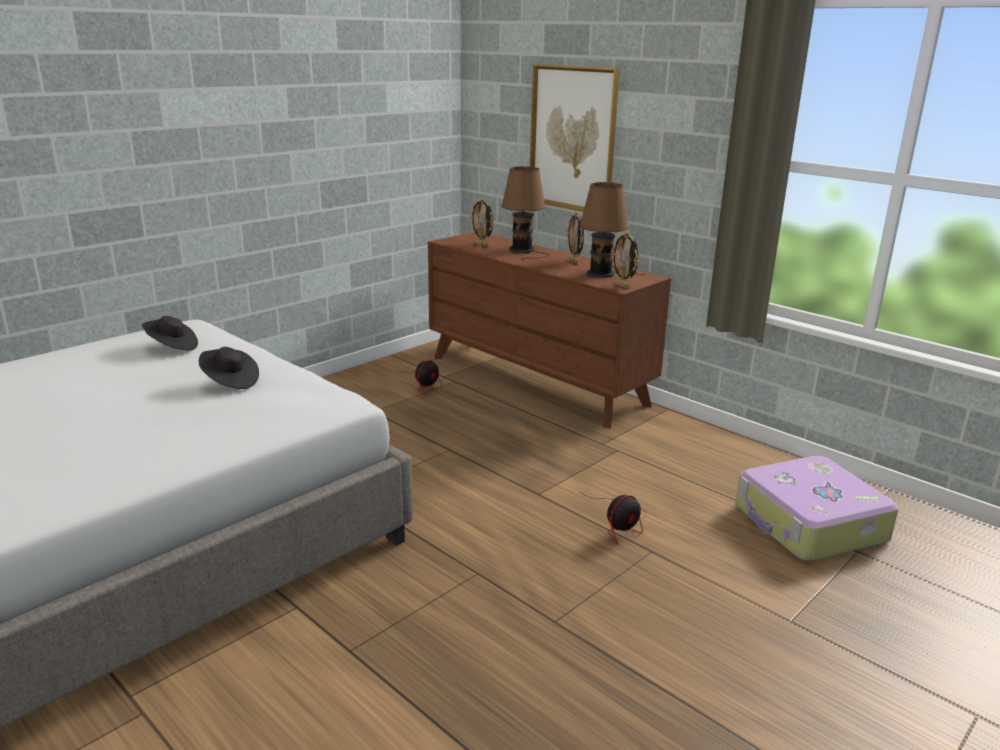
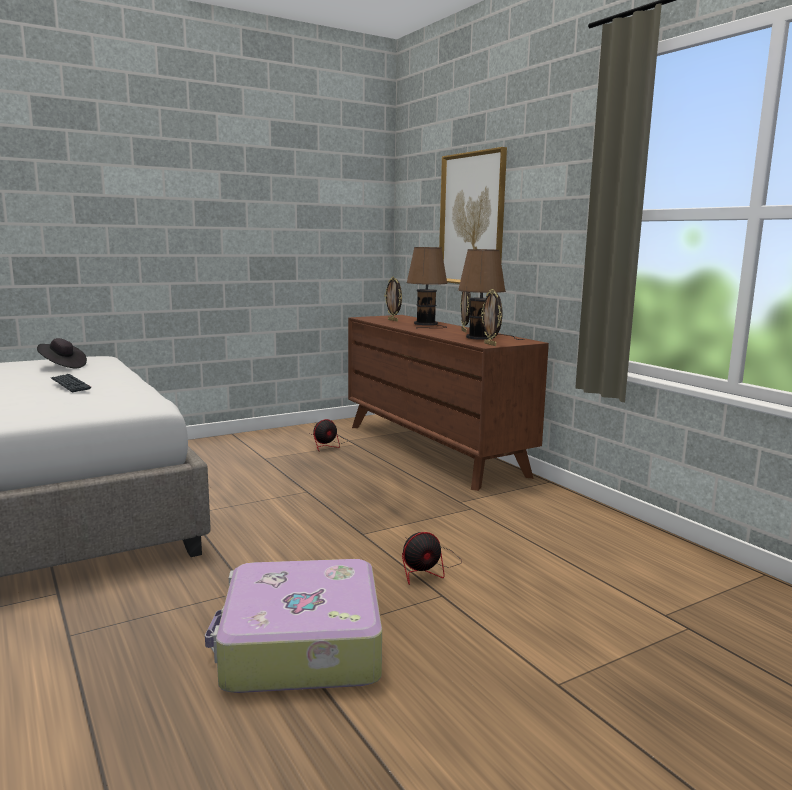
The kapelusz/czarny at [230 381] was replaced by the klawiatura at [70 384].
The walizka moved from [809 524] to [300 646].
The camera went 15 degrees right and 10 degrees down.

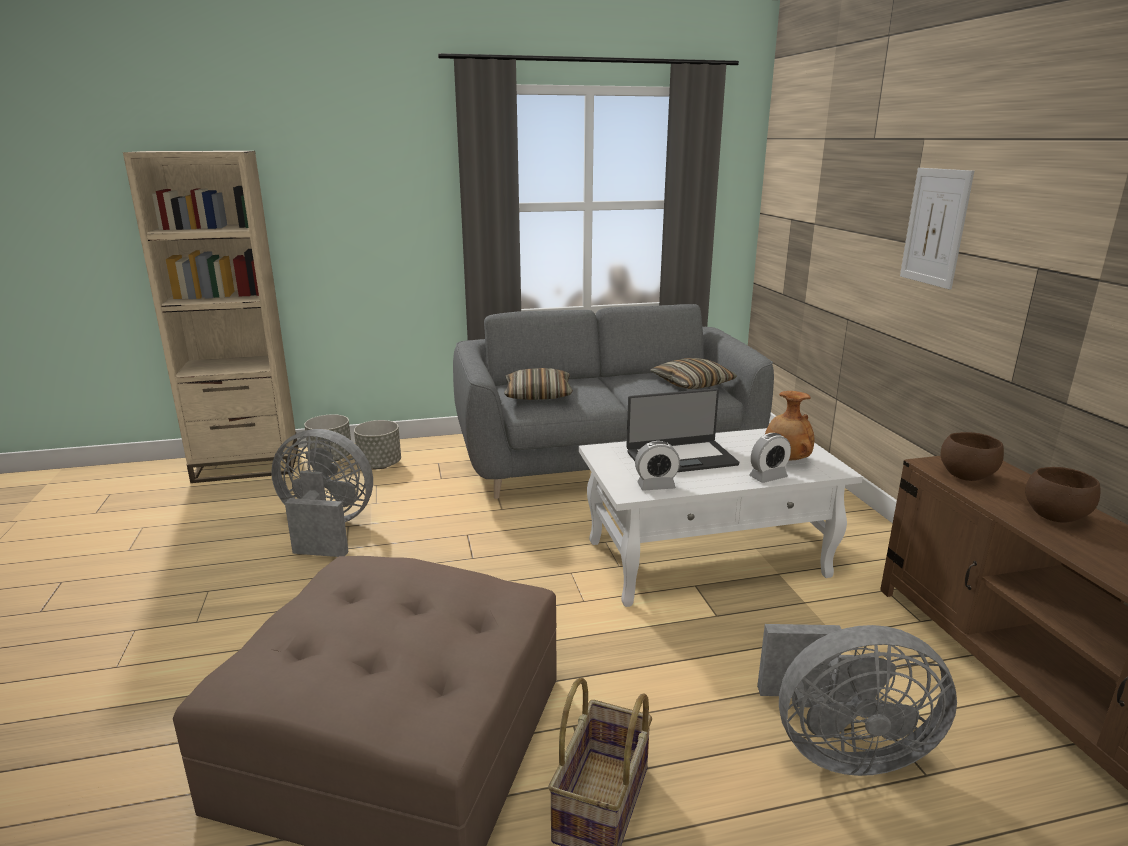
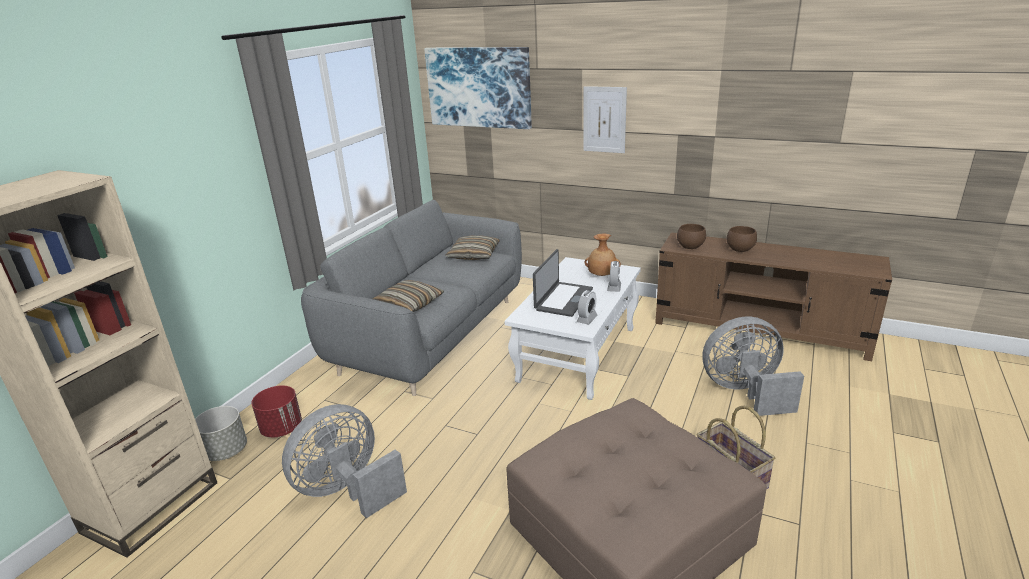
The donica/szary at [380 465] became the donica/czerwony at [282 429].
The wentylator/szary at [840 749] turned 135 degrees counterclockwise.
The obraz at [478 87] appeared.
The camera went 50 degrees left and 5 degrees up.

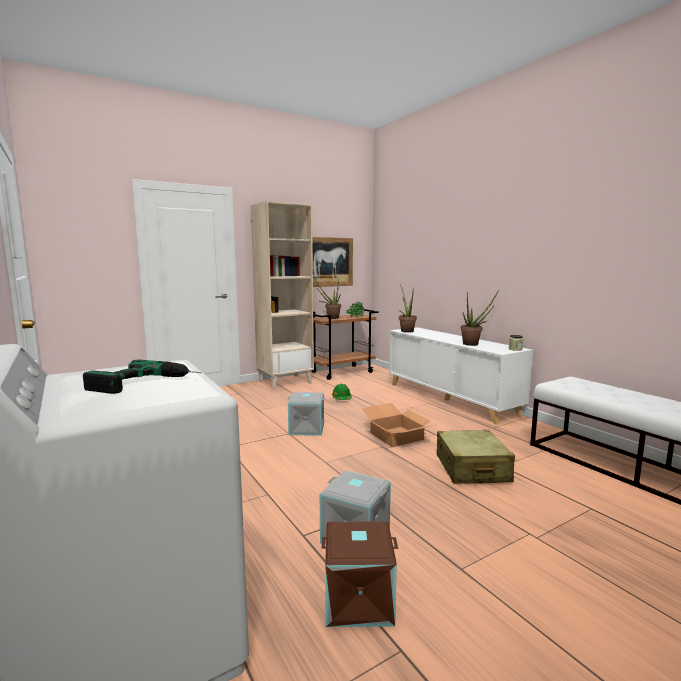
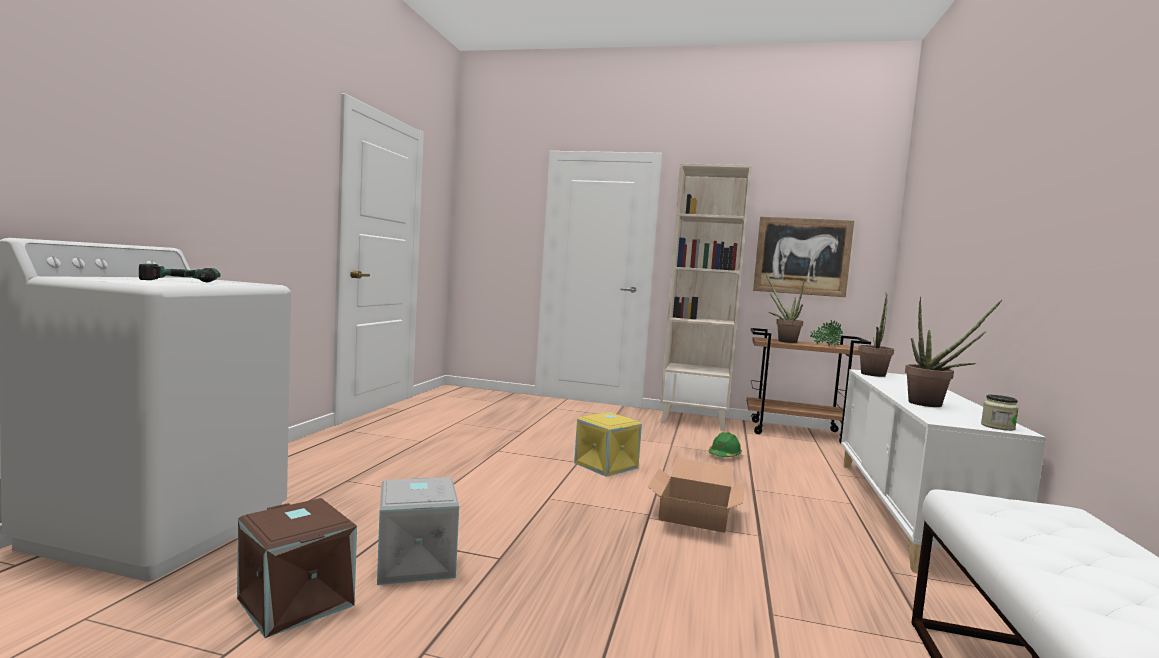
The pojemnik do przechowywania/szary at [307 428] became the pojemnik do przechowywania/żółty at [607 465].
The walizka/beżowy at [471 468] disappeared.
The camera went 45 degrees right and 5 degrees down.

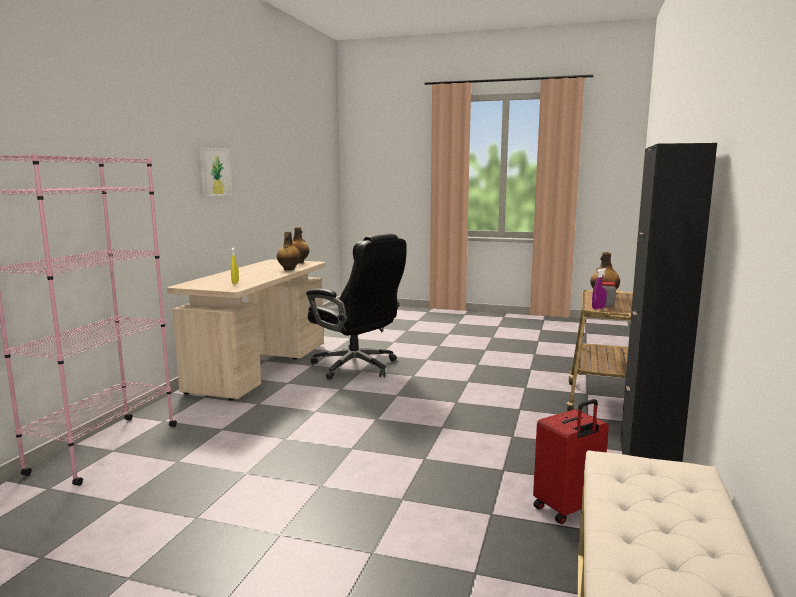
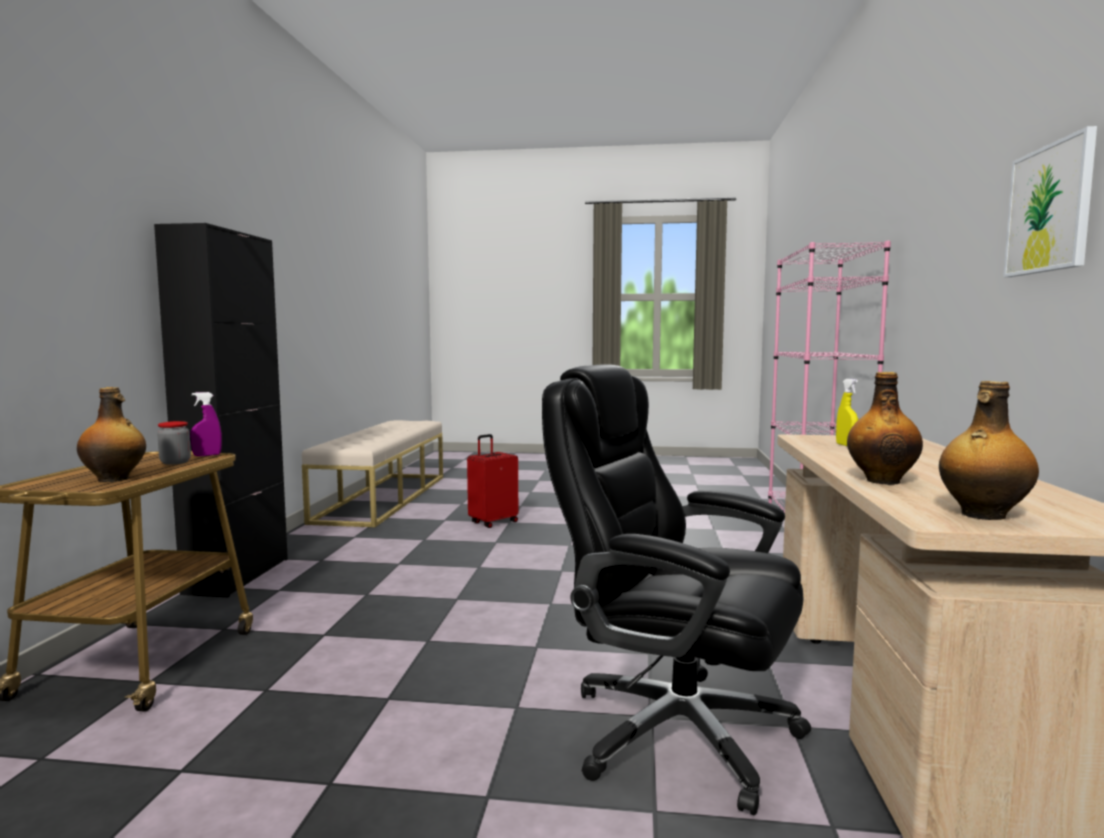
The walizka/czerwony moved from [567 509] to [493 522].
The camera went 170 degrees right and 5 degrees down.

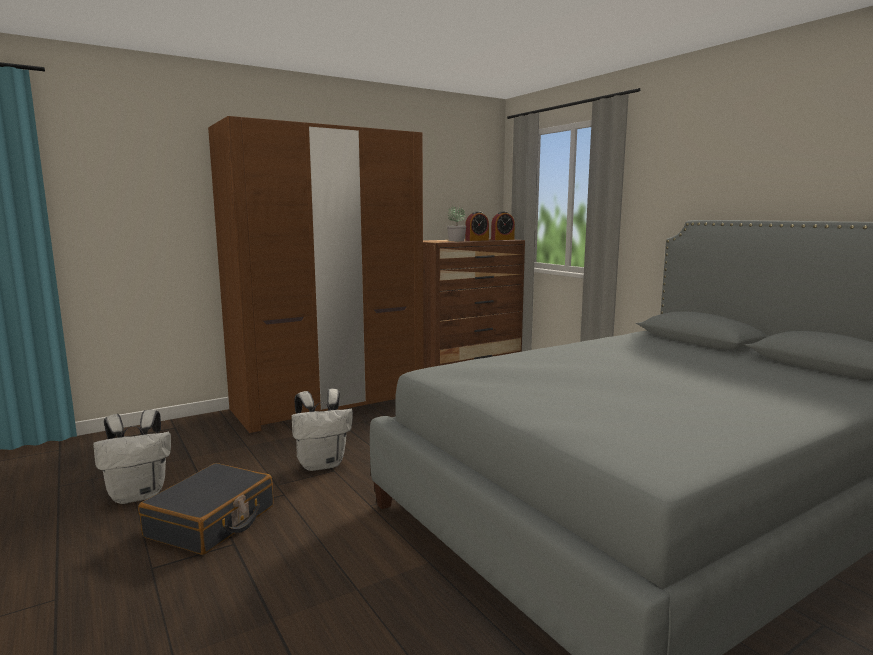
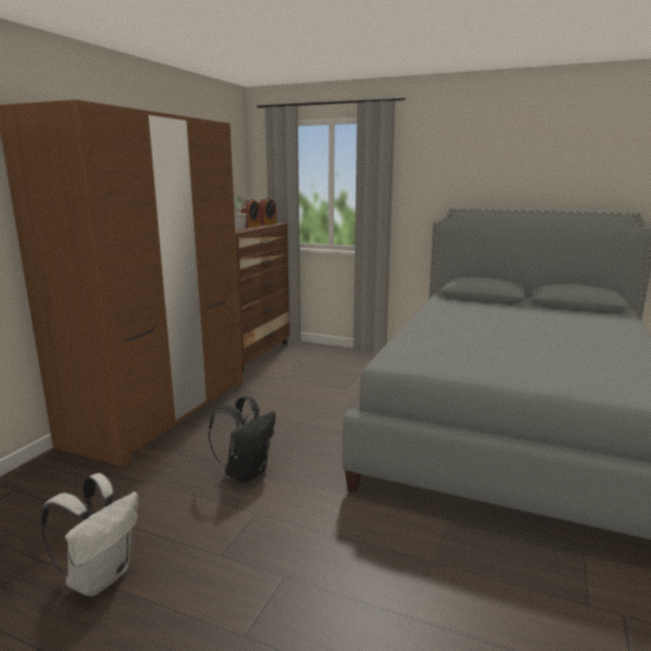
The plecak/biały at [322 464] became the plecak/czarny at [246 472].
The walizka/czarny at [212 522] disappeared.
The camera went 35 degrees left and 5 degrees up.

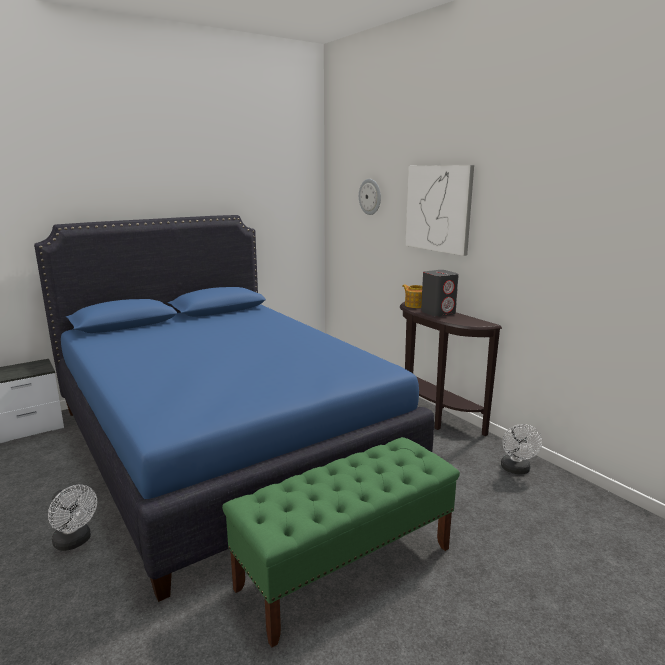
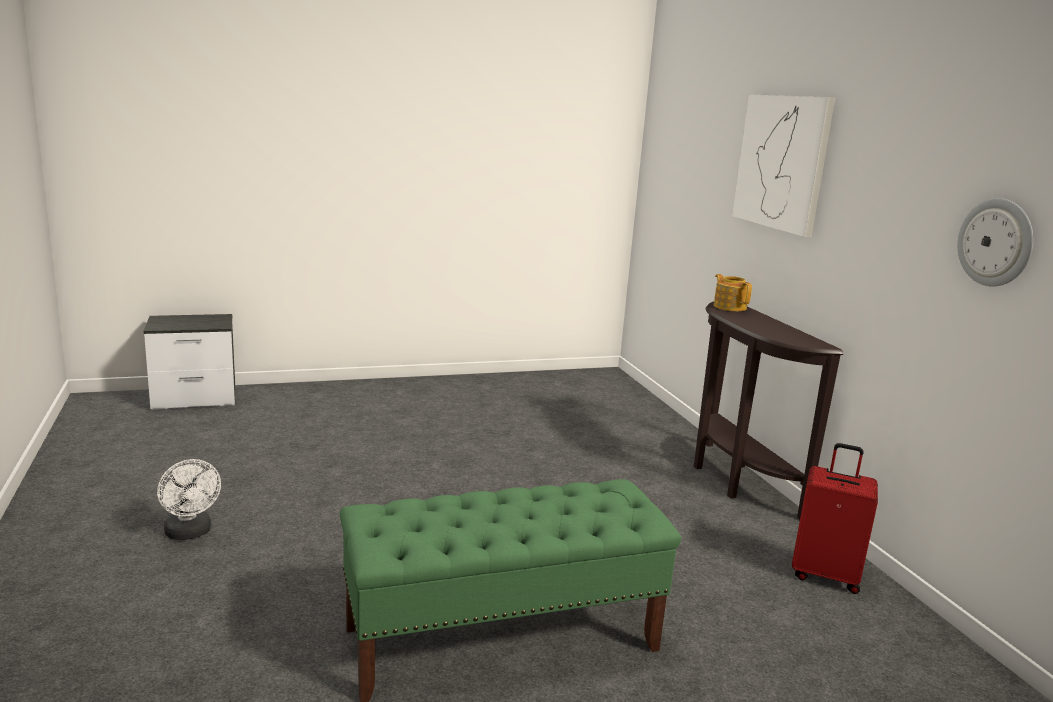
The zegar ścienny moved from [370 196] to [996 242].
The łóżko/niebieski at [223 443] disappeared.
The głośnik/szary at [438 313] disappeared.
The wentylator/biały at [516 470] was replaced by the walizka/czerwony at [825 575].
The camera went 15 degrees right and 0 degrees up.

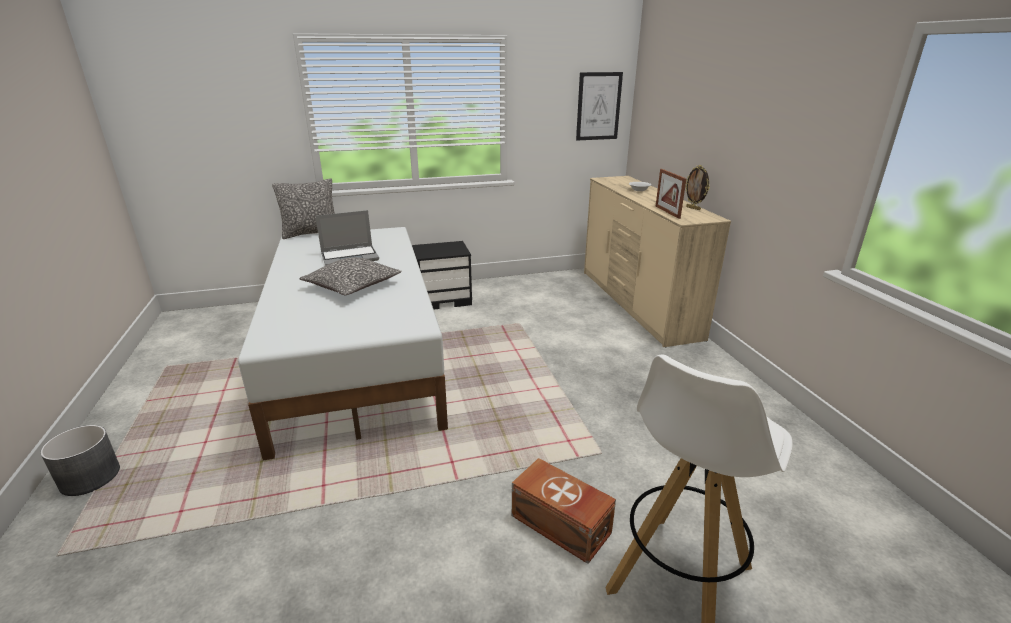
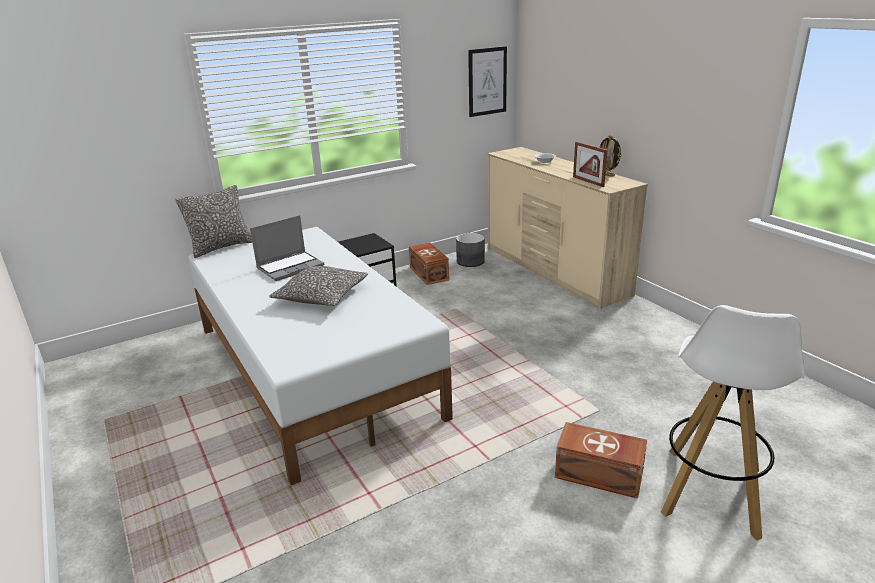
The donica/szary moved from [91 477] to [470 261].
The pojemnik do przechowywania/brązowy at [429 273] appeared.
The camera went 15 degrees left and 0 degrees up.

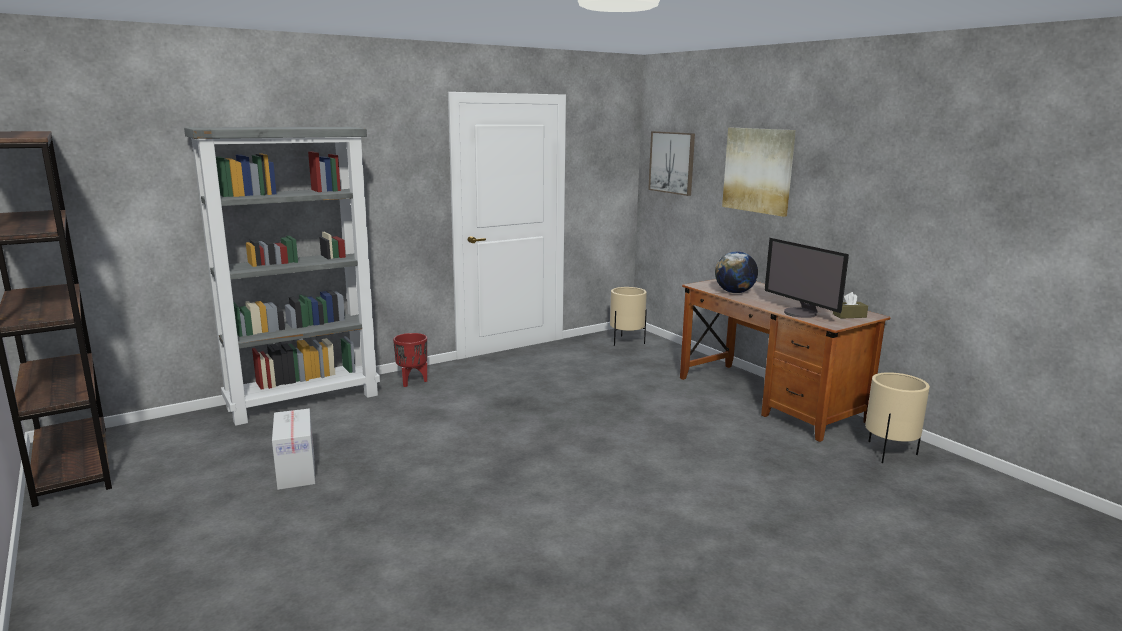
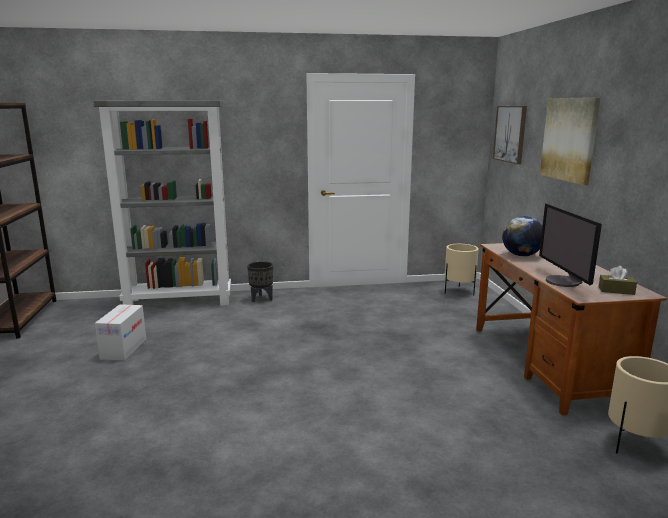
The donica/czerwony at [412 381] became the donica/czarny at [261 299].
The camera went 25 degrees right and 0 degrees up.

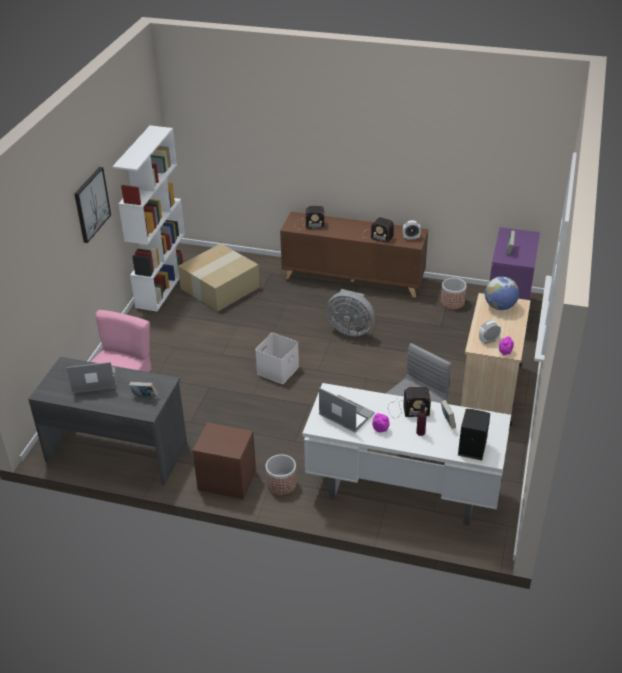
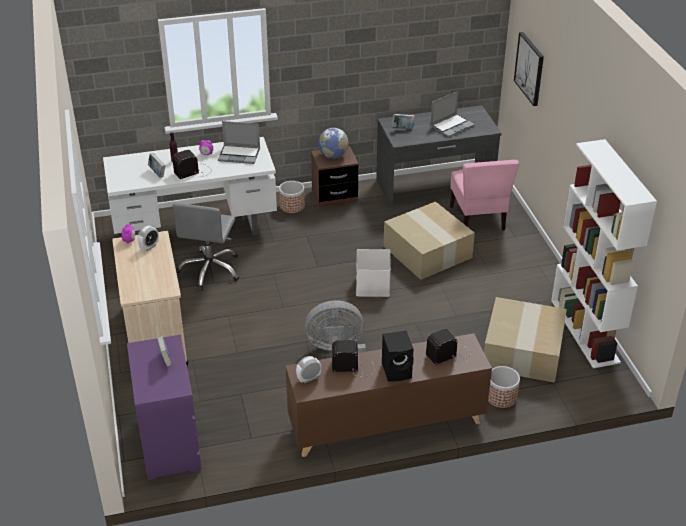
The obraz moved from [91 204] to [530 68].
The globus moved from [500 307] to [333 156].
The donica moved from [452 302] to [501 397].
The głośnik/czarny moved from [471 448] to [397 371].
The karton at [429 252] appeared.
The camera went 150 degrees right and 0 degrees up.

